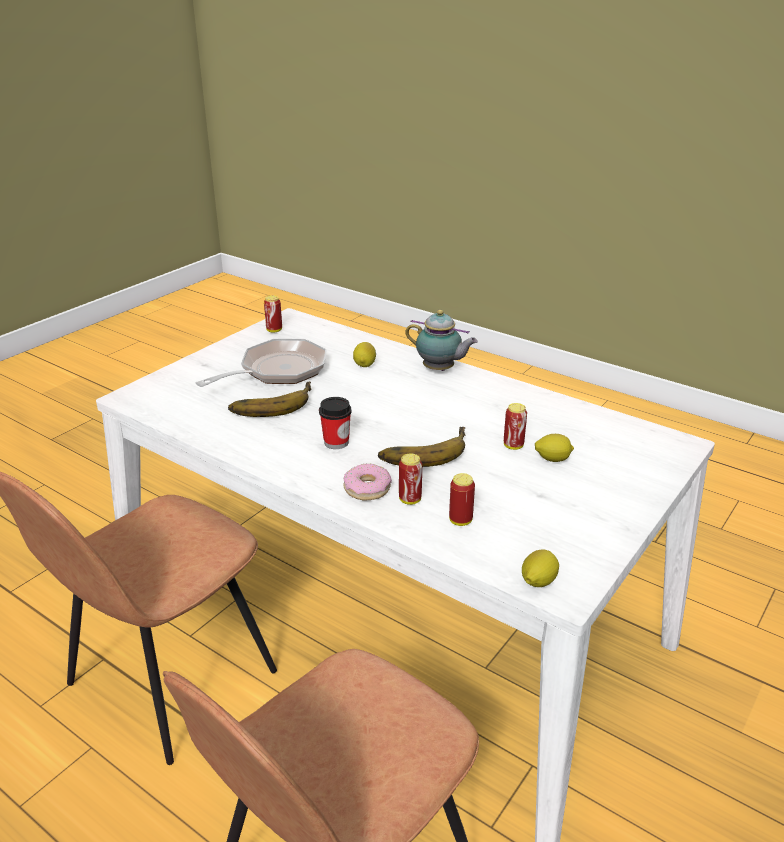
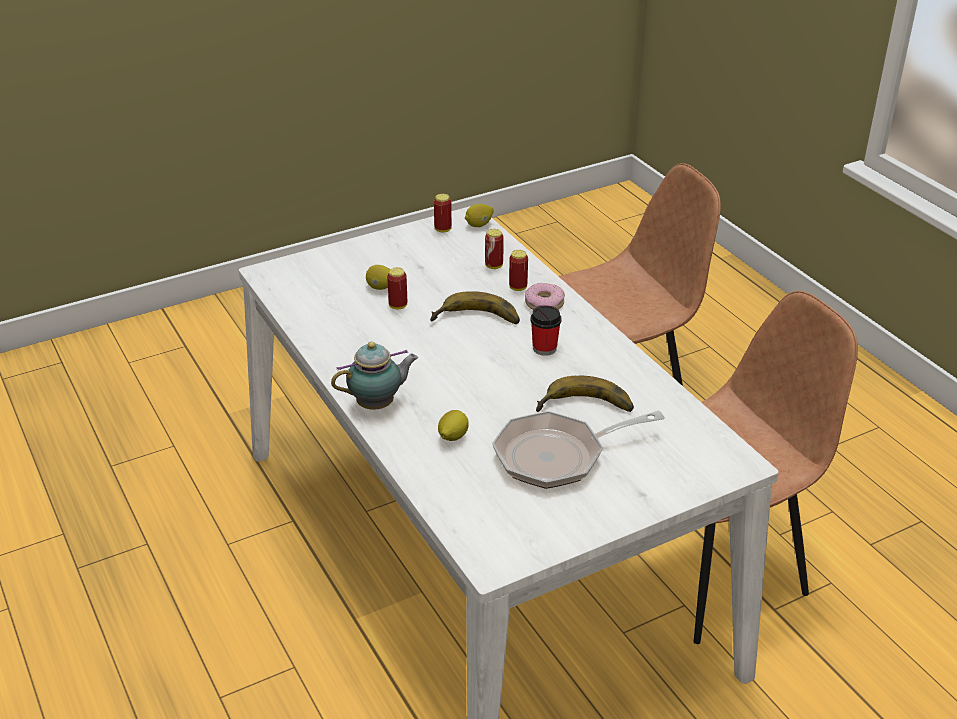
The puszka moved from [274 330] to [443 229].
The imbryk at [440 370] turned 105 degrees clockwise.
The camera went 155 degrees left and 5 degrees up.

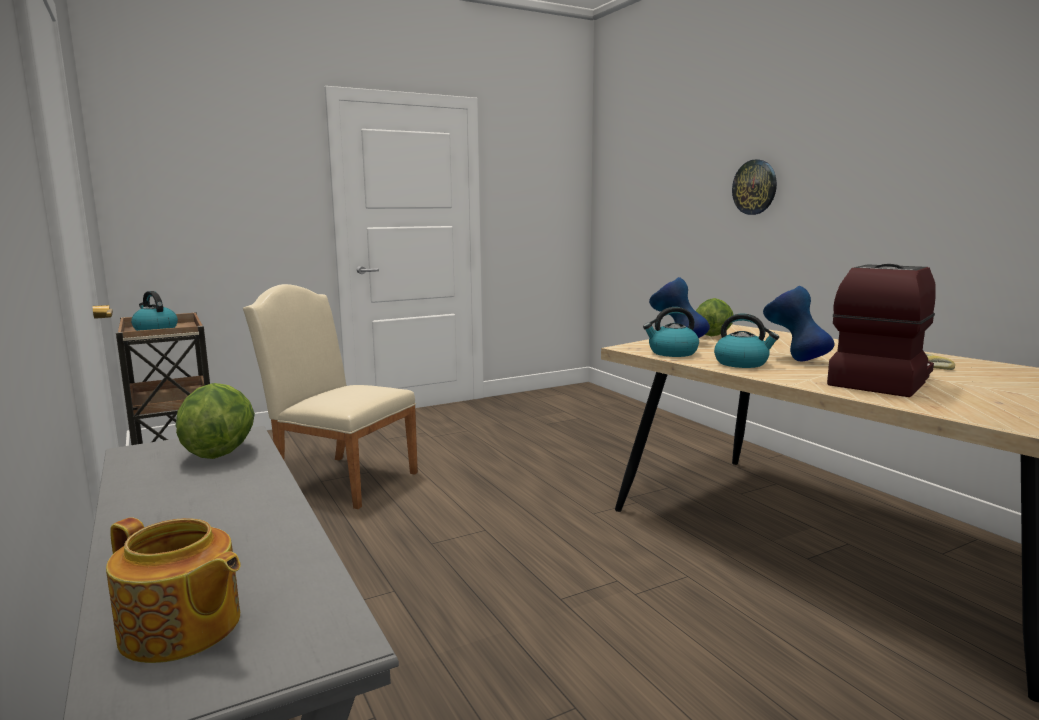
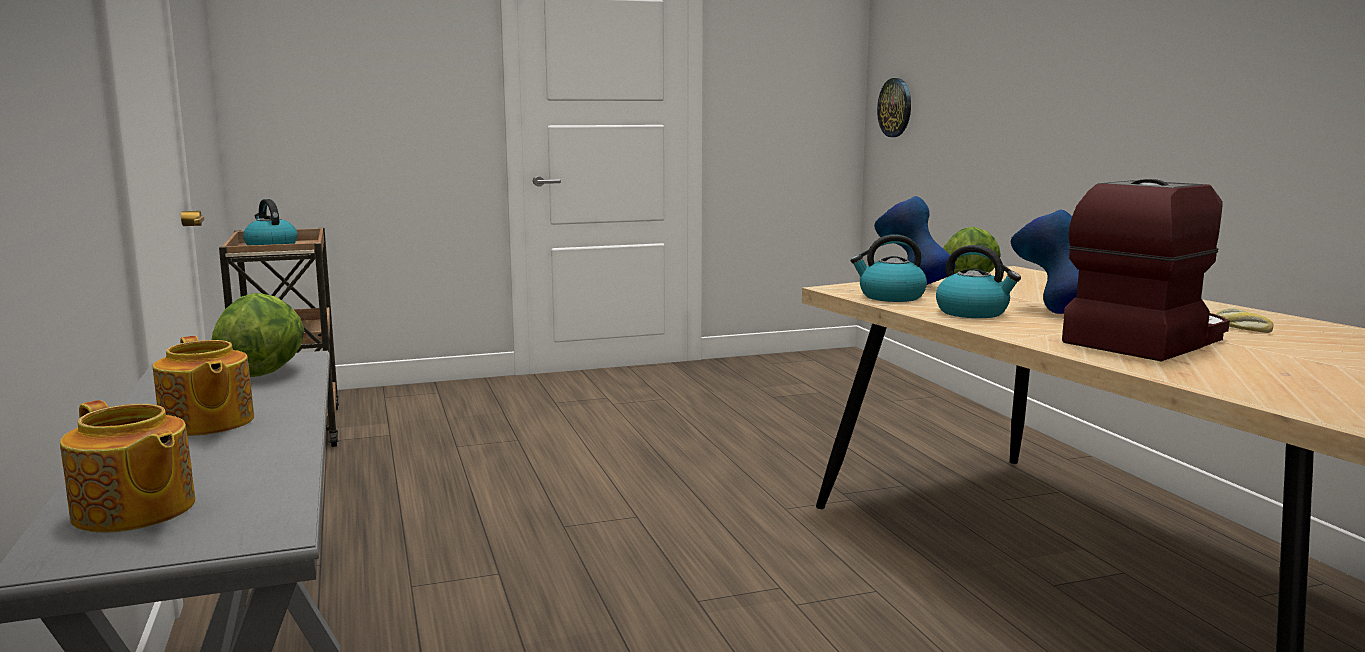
The zegar ścienny moved from [755 187] to [895 107].
The krzesło/beżowy at [339 479] disappeared.
The imbryk at [206 423] appeared.
The camera went 10 degrees right and 0 degrees up.

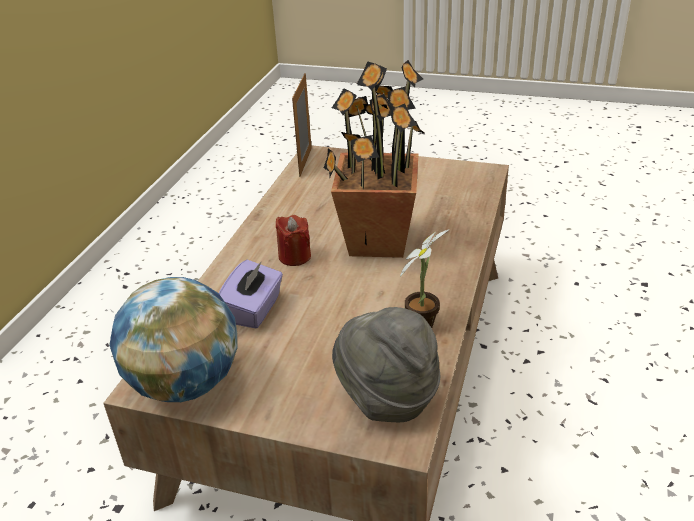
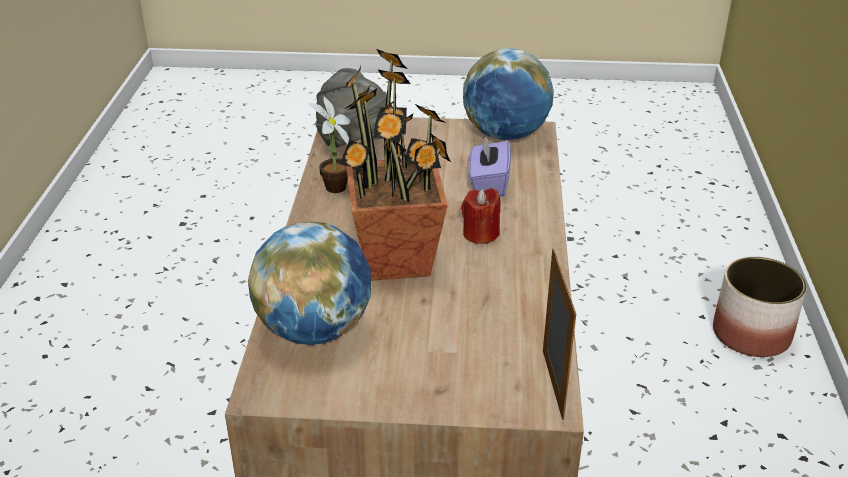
The globus at [315 329] appeared.
The donica at [750 334] appeared.
The camera went 165 degrees right and 0 degrees up.

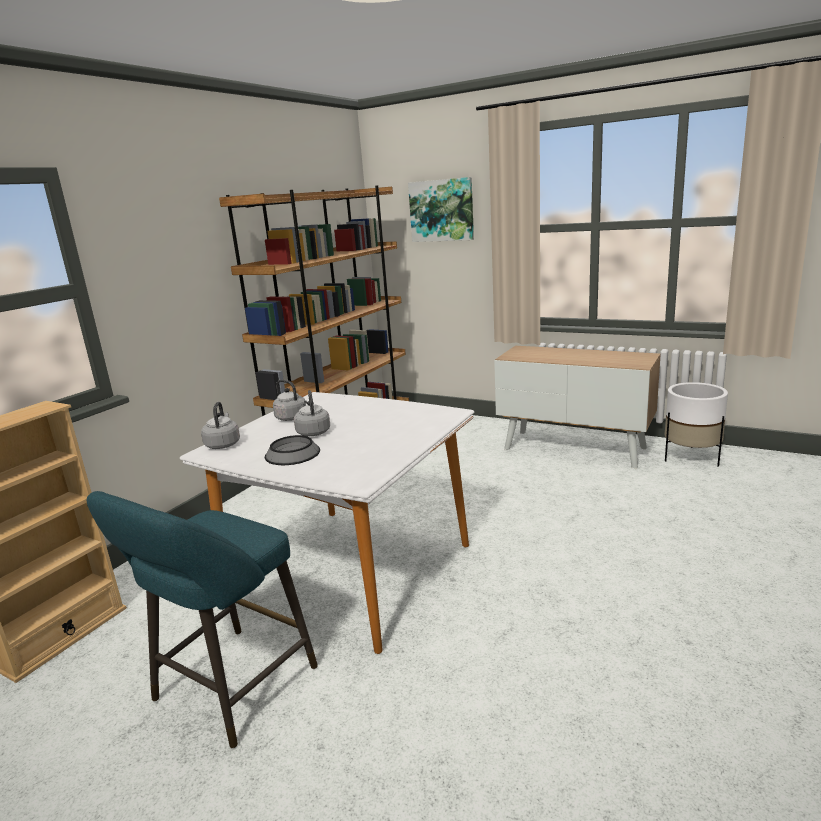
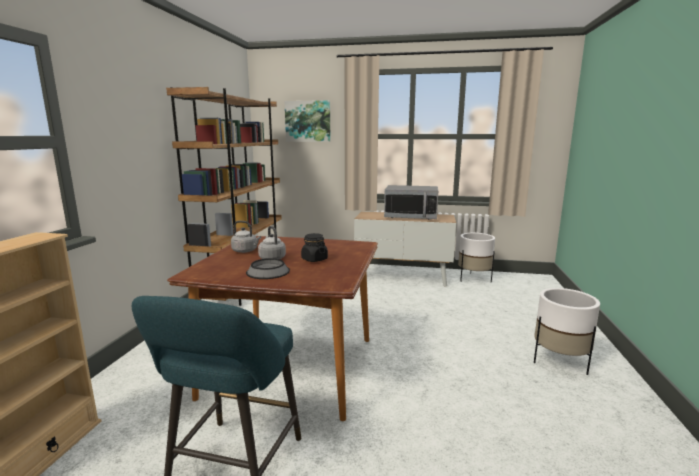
The stół jadalny/biały at [352 571] became the stół jadalny/brązowy at [292 367].
The czajnik/szary at [223 444] disappeared.
The mikrofalówka at [410 216] appeared.
The słoik/czarny at [314 259] appeared.
The donica/biały at [560 362] appeared.
The camera went 20 degrees left and 5 degrees down.

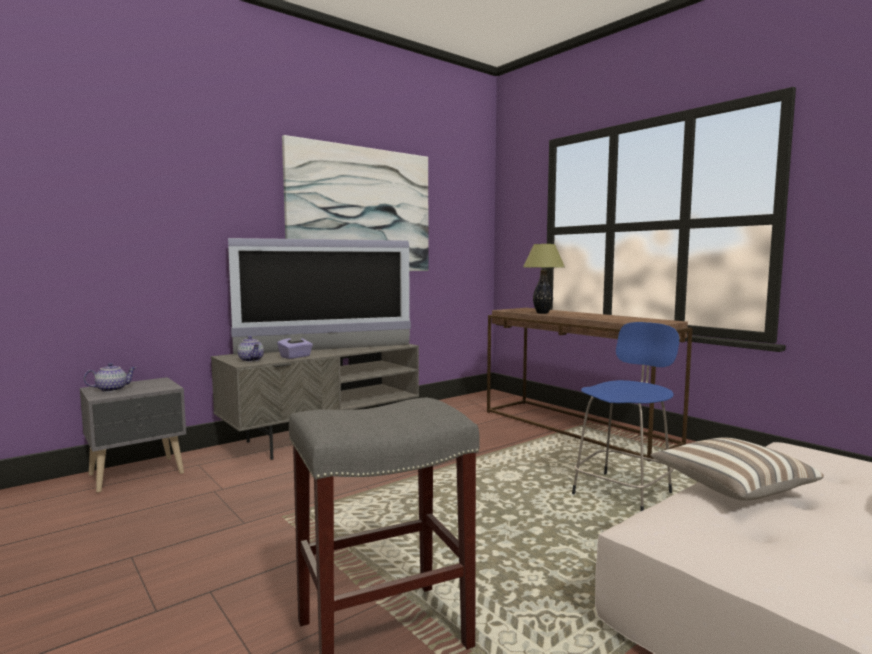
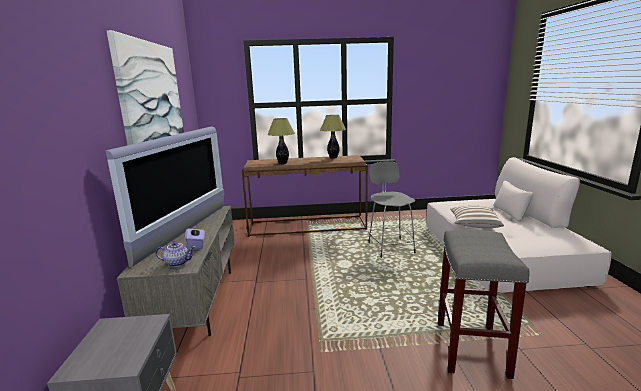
The stołek/niebieski at [624 492] became the stołek/szary at [390 247].
The imbryk at [112 389] disappeared.
The lampa stołowa at [333 158] appeared.
The camera went 55 degrees left and 10 degrees up.

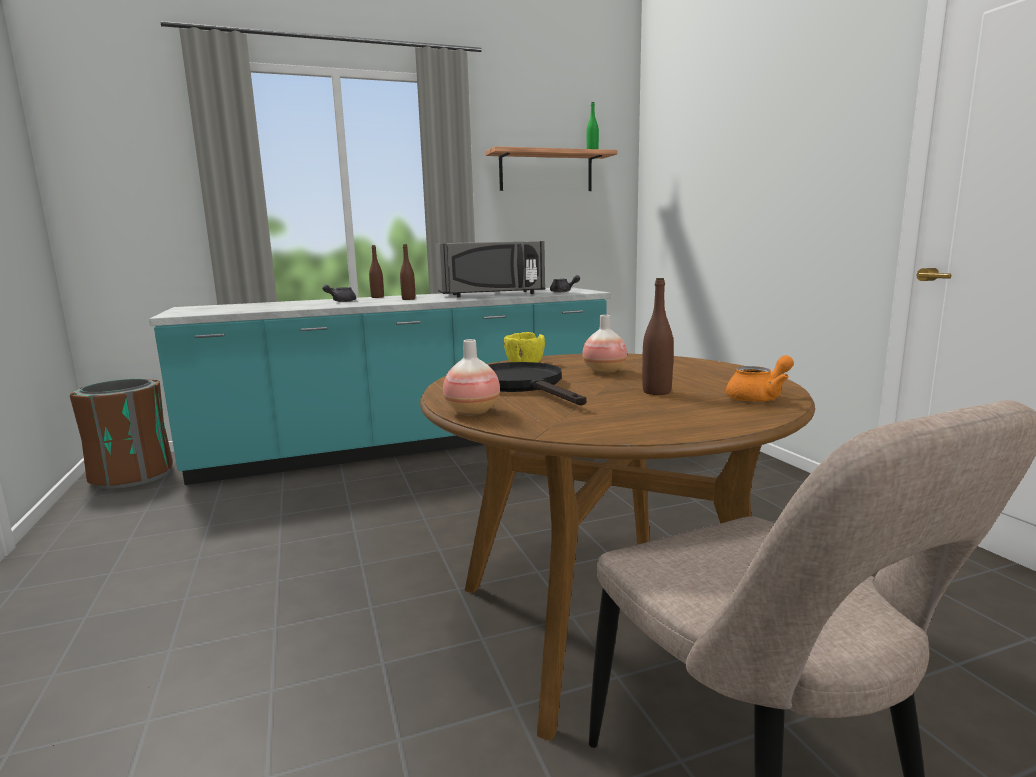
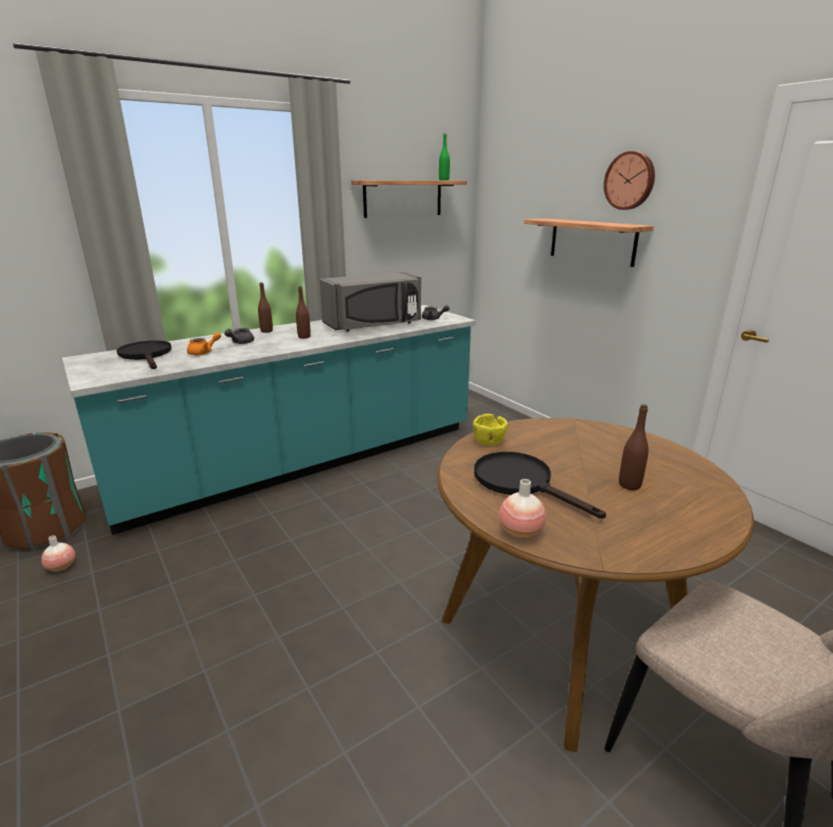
The wazon moved from [604 371] to [61 567].
The imbryk/pomarańczowy moved from [759 398] to [204 352].
The zegar ścienny at [630 181] appeared.
The półka at [592 241] appeared.
The patelnia/czarny at [147 355] appeared.
The camera went 15 degrees left and 10 degrees up.

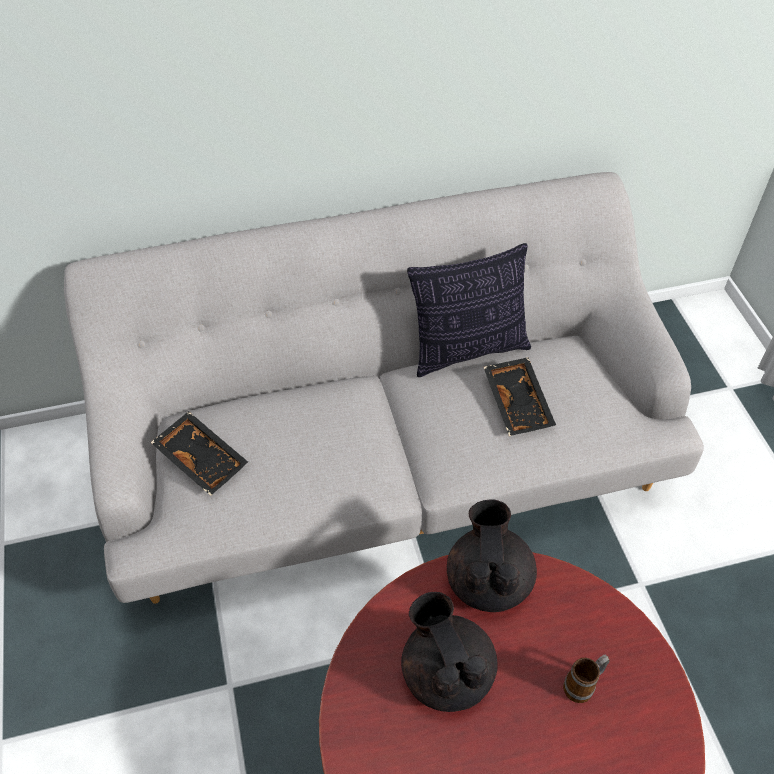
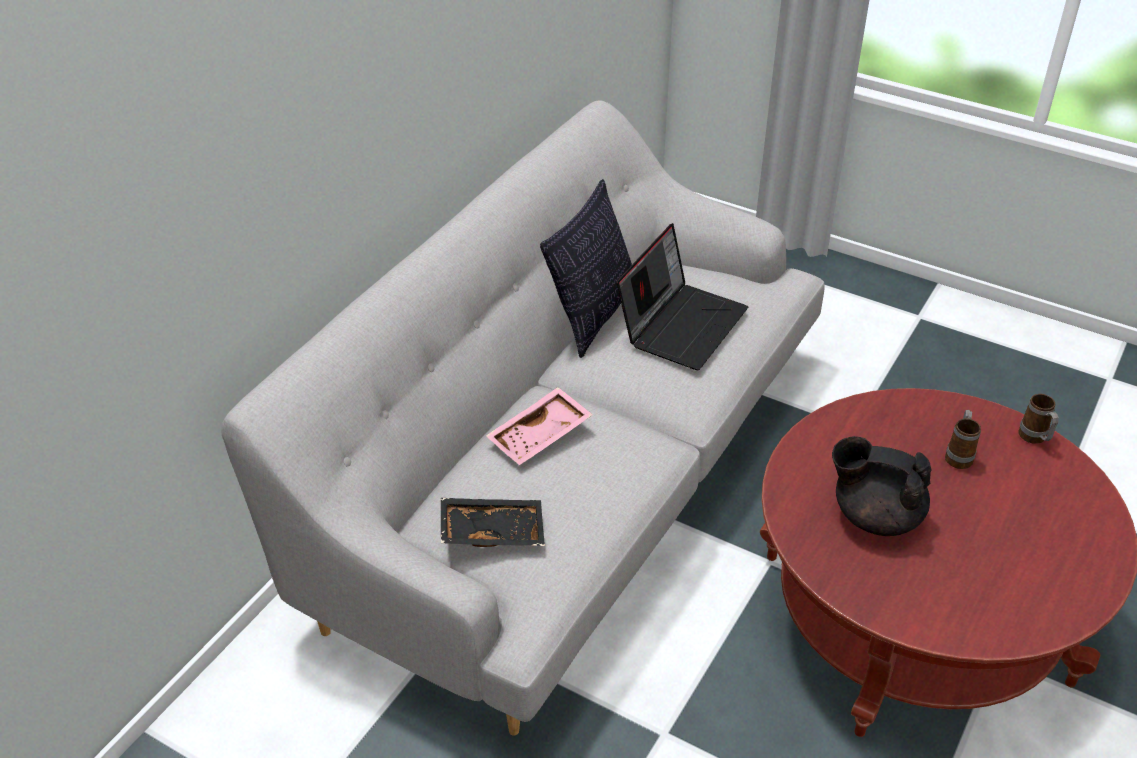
The taca/czarny at [519 403] was replaced by the laptop at [681 324].
The imbryk/czarny at [488 580] disappeared.
The taca/różowy at [540 436] appeared.
The kubek at [1034 439] appeared.
The camera went 45 degrees left and 10 degrees down.

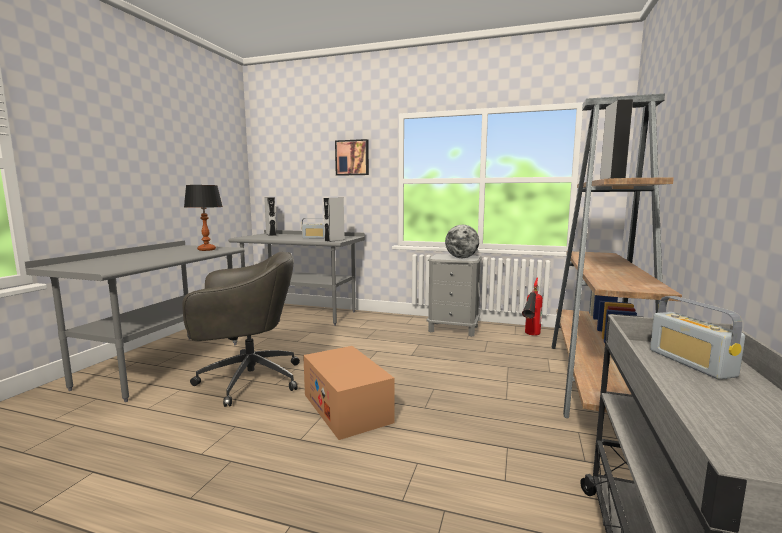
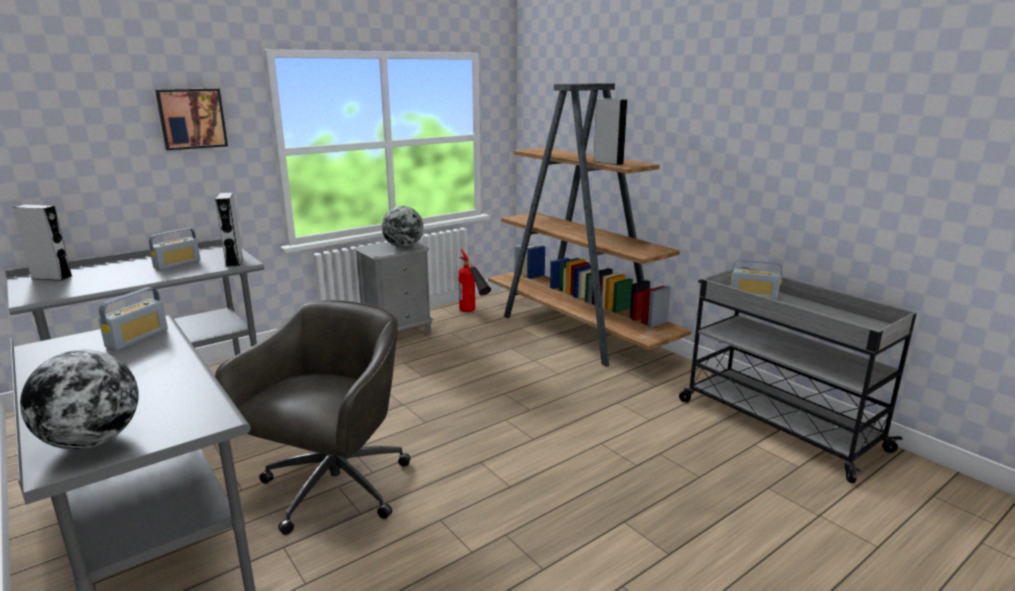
The lampa stołowa at [207 250] was replaced by the radio at [137 338].
The karton at [346 408] disappeared.
The globus at [92 441] appeared.
The camera went 55 degrees left and 10 degrees up.

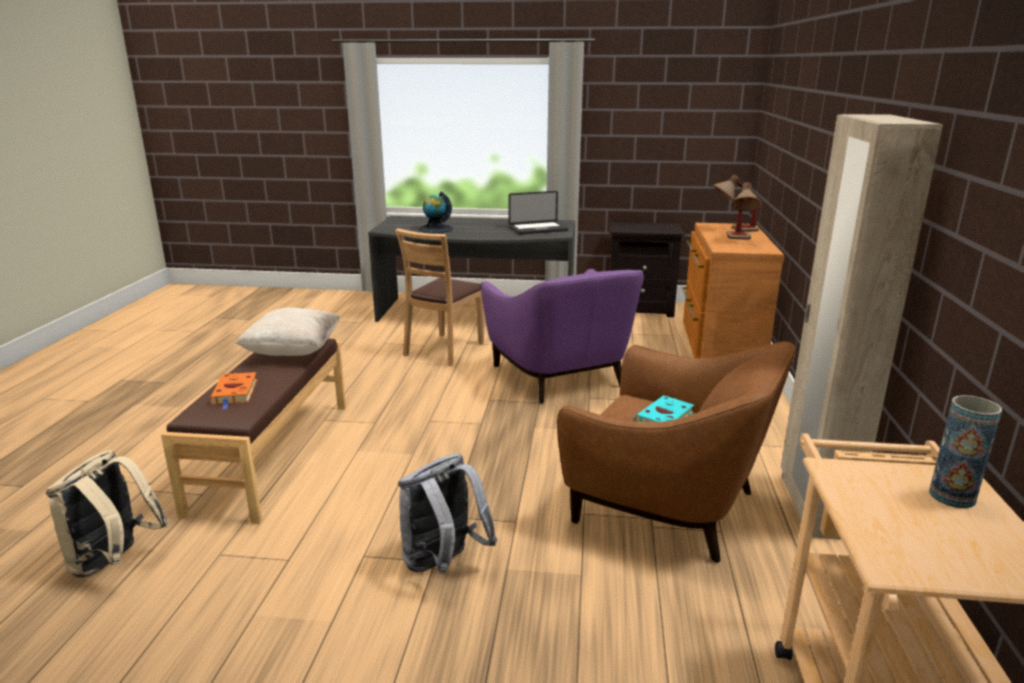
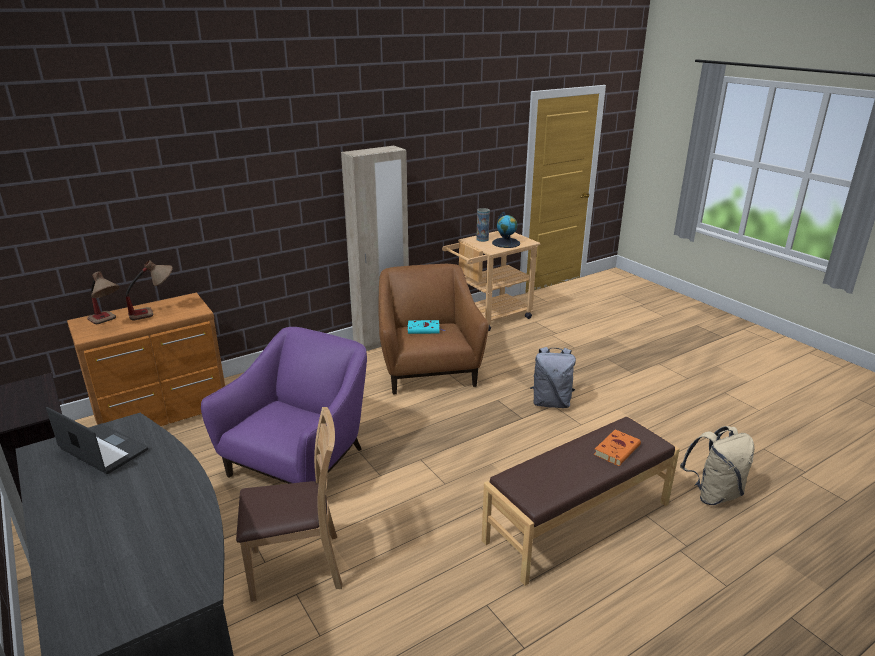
The globus moved from [435 229] to [506 243].
The poduszka/beżowy at [293 352] disappeared.
The camera went 130 degrees left and 5 degrees up.

